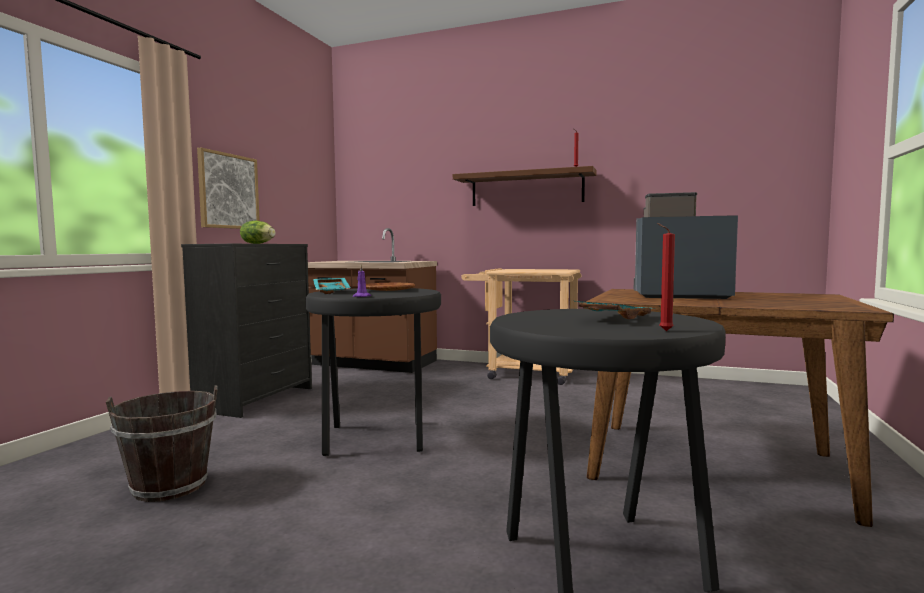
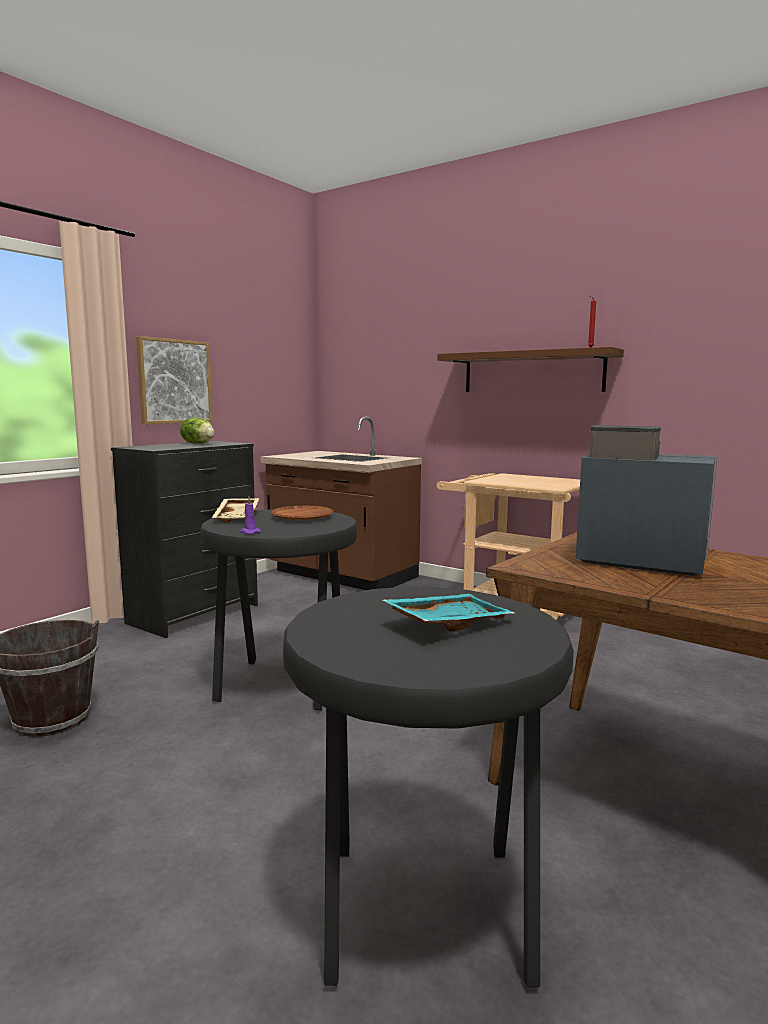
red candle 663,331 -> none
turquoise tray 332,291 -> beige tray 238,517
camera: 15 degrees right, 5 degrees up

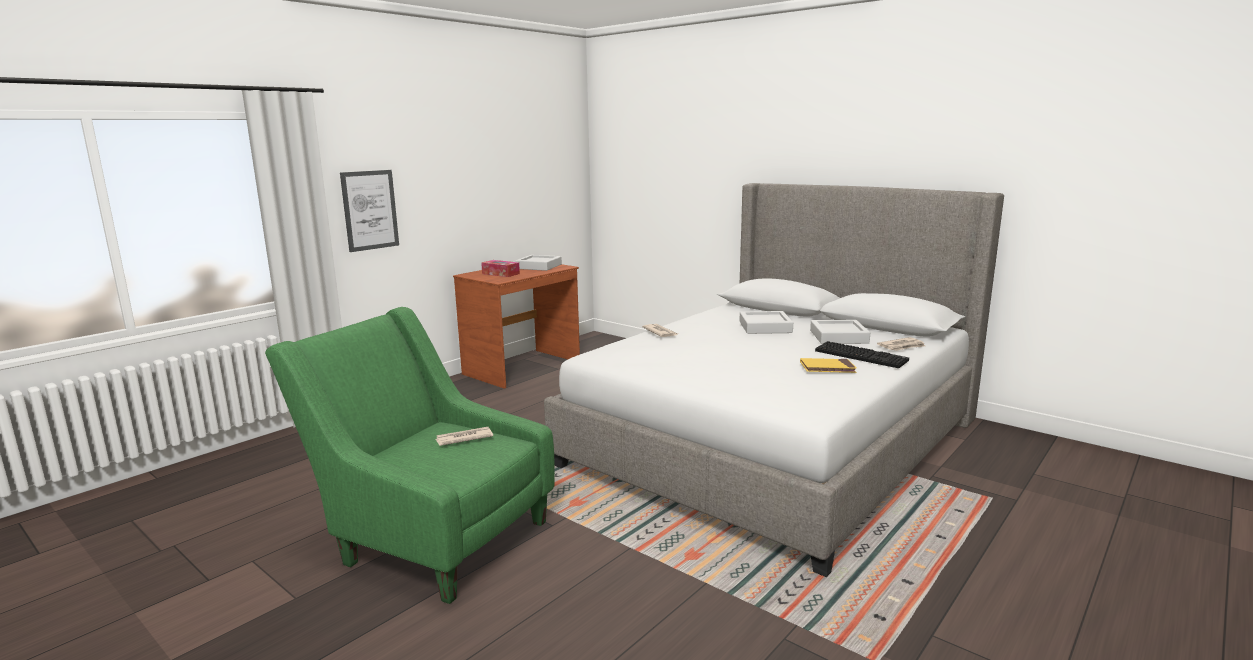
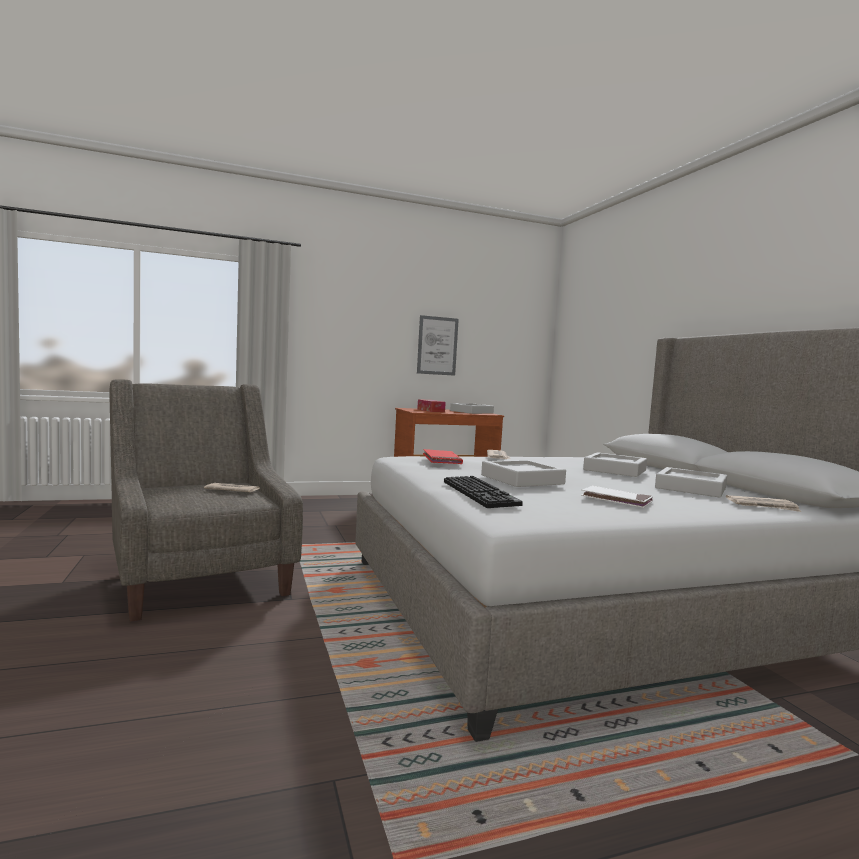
picture 370,210 -> picture 437,345, shifted
green armchair 432,536 -> grey armchair 200,577
keyboard 862,356 -> keyboard 481,494, shifted
yellow book 827,368 -> white book 616,500
none -> red book 442,459
none -> grey tray 522,479
camera: 30 degrees right, 10 degrees down

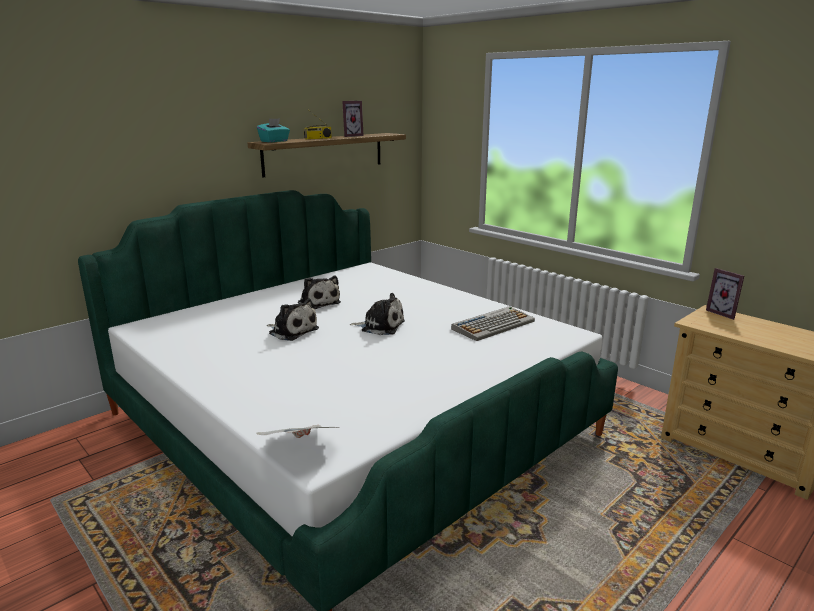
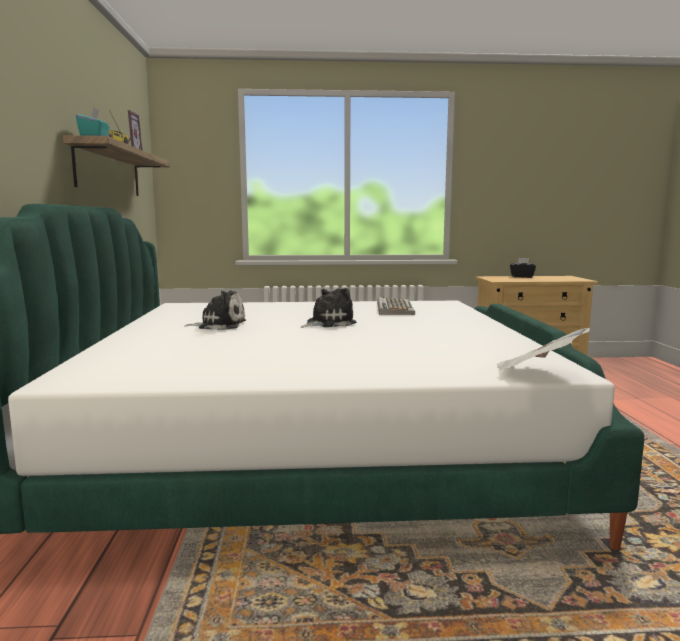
picture frame 724,313 -> none
plush toy 292,331 -> none
none -> black tissue box 522,276
camera: 50 degrees left, 10 degrees down

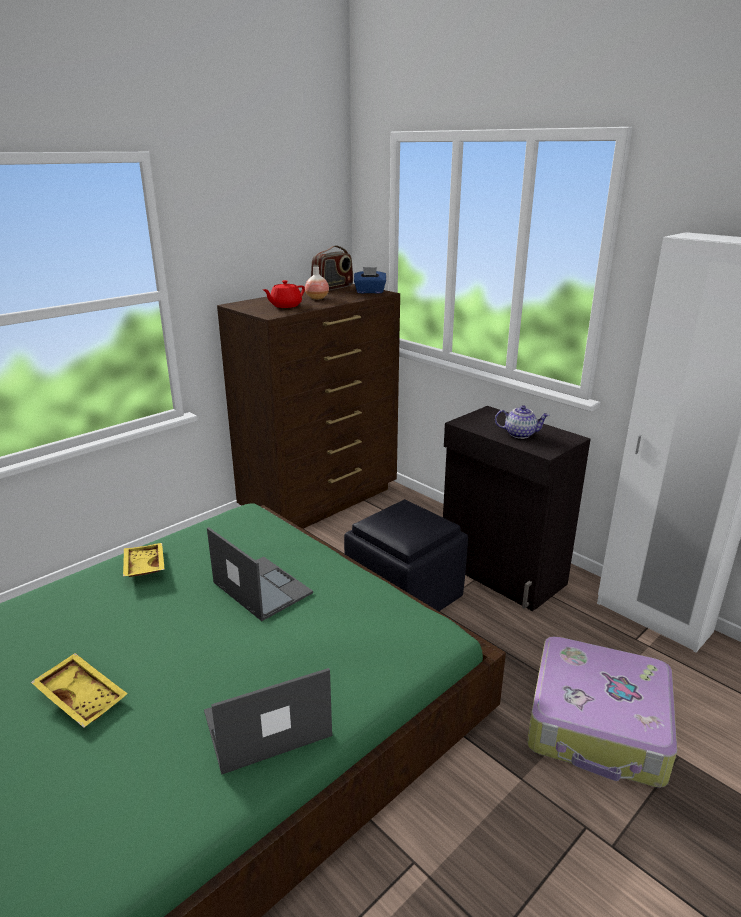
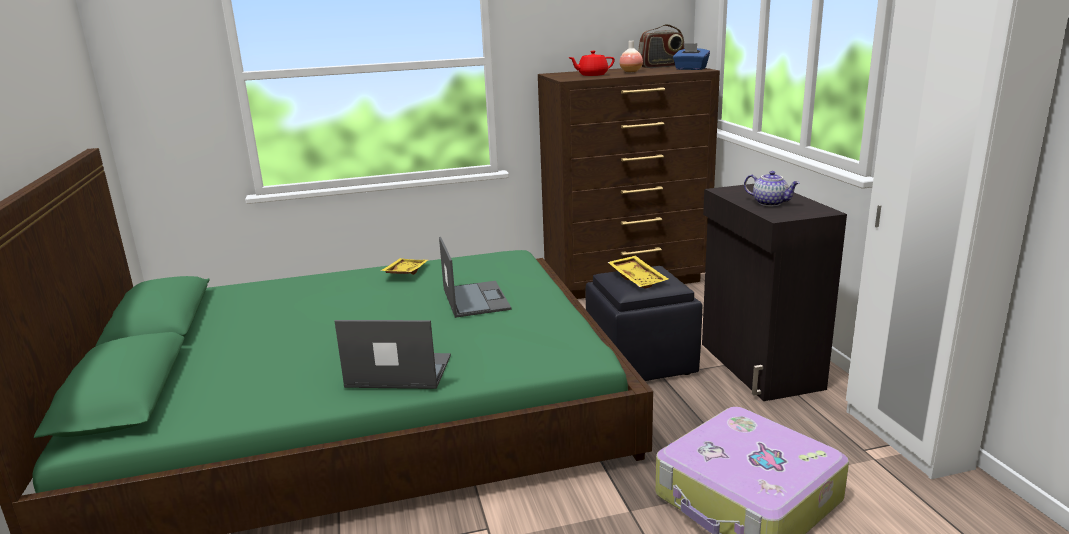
yellow tray 83,696 -> yellow tray 638,278, shifted
camera: 30 degrees right, 5 degrees down

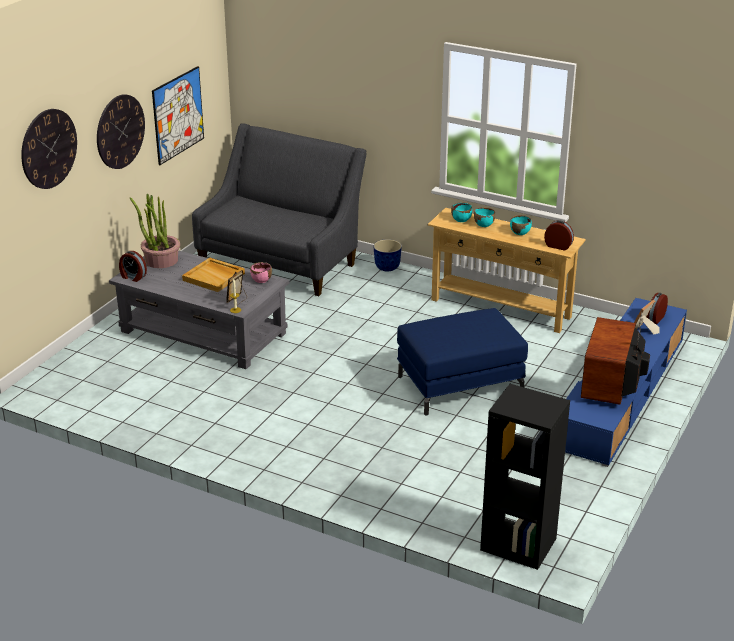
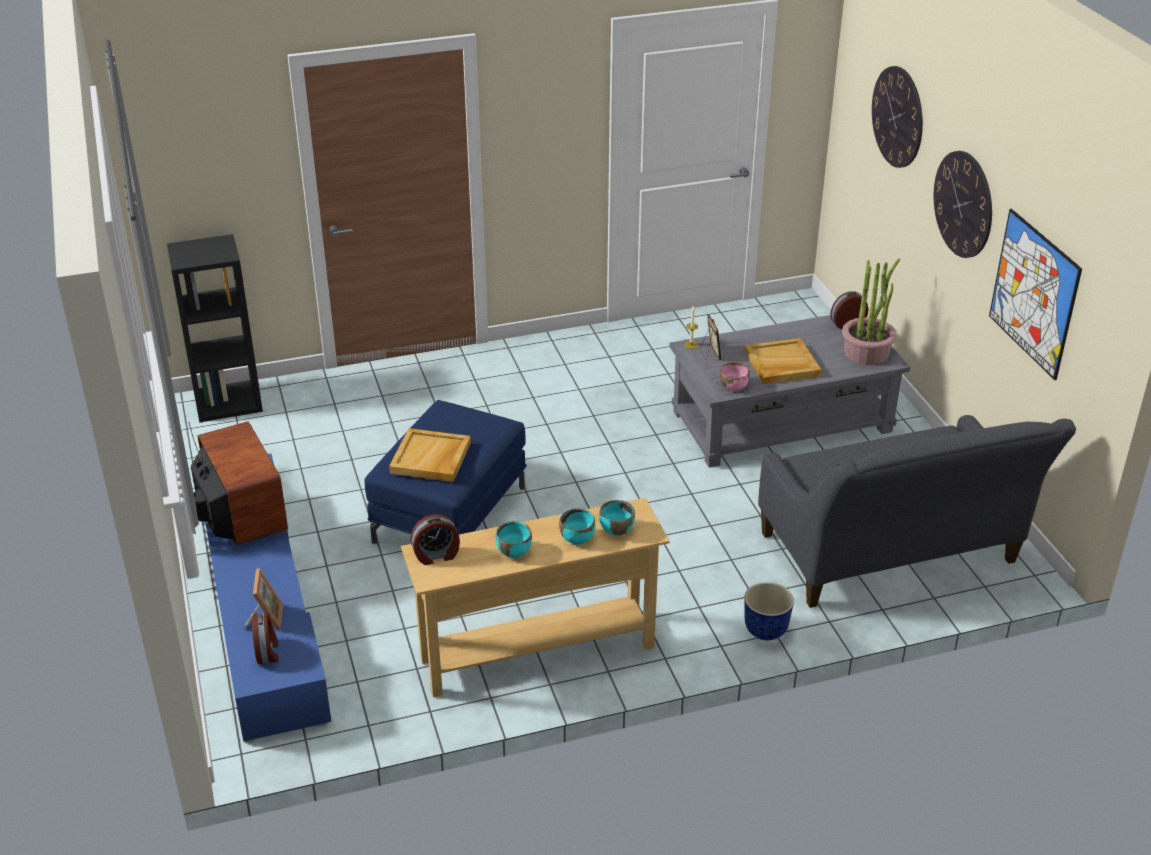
none -> beige tray 431,458
camera: 135 degrees right, 5 degrees up

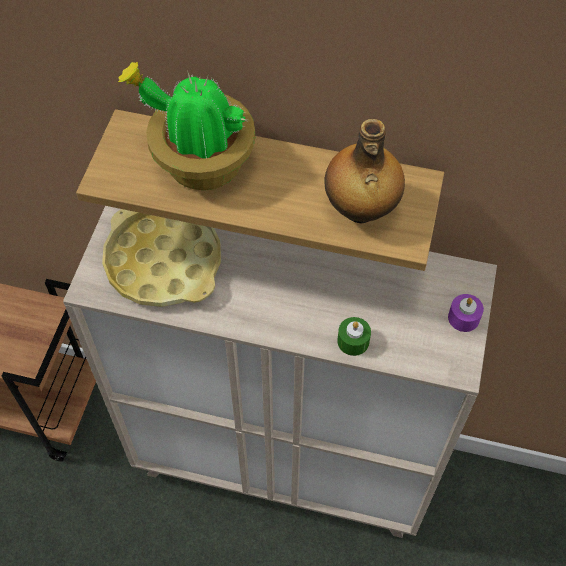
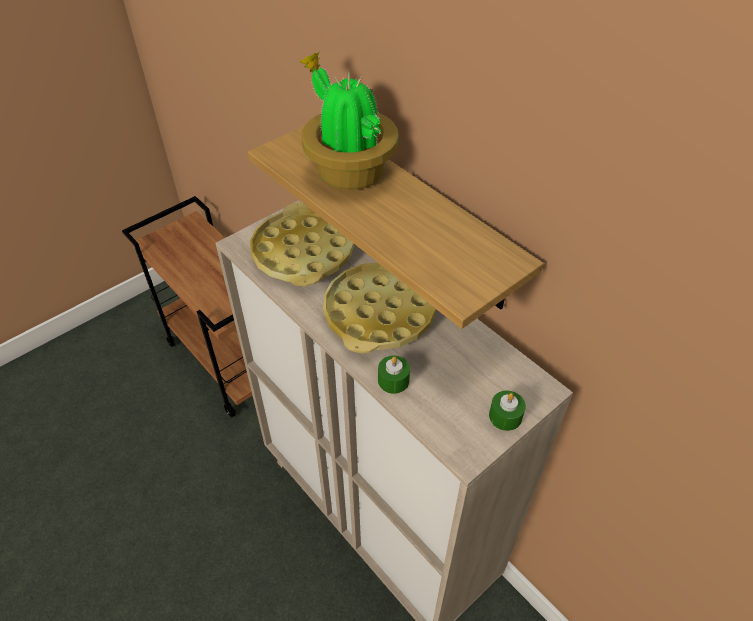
bottle 360,210 -> none
purple candle 463,318 -> green candle 505,416
none -> yellow tray 379,312
camera: 35 degrees right, 10 degrees down

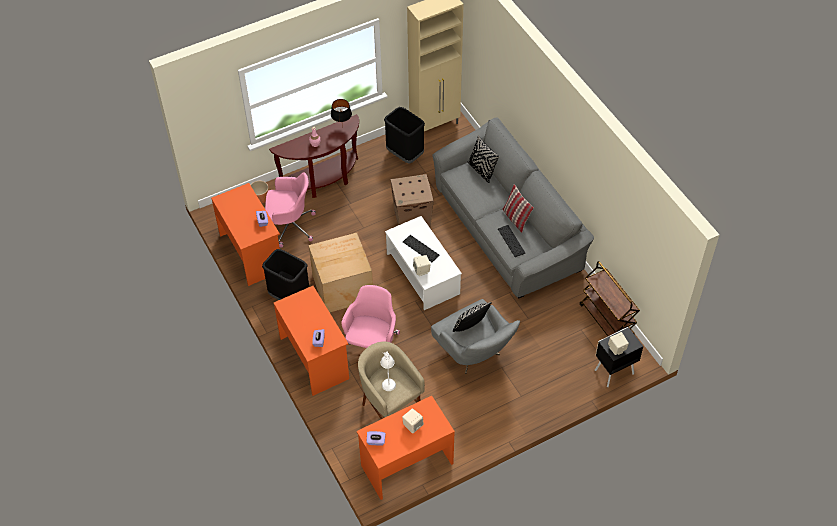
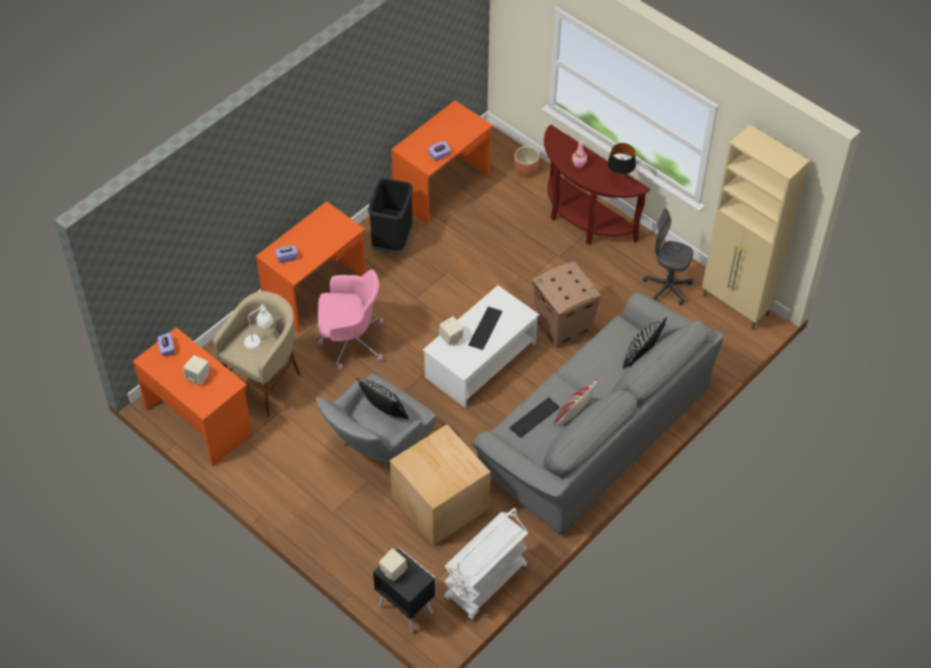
black trash can 404,155 -> grey office chair 667,288
pink office chair 290,226 -> none
cardboard box 341,287 -> cardboard box 440,502, shifted
brown cart 607,321 -> white cart 486,583
camera: 70 degrees right, 0 degrees up

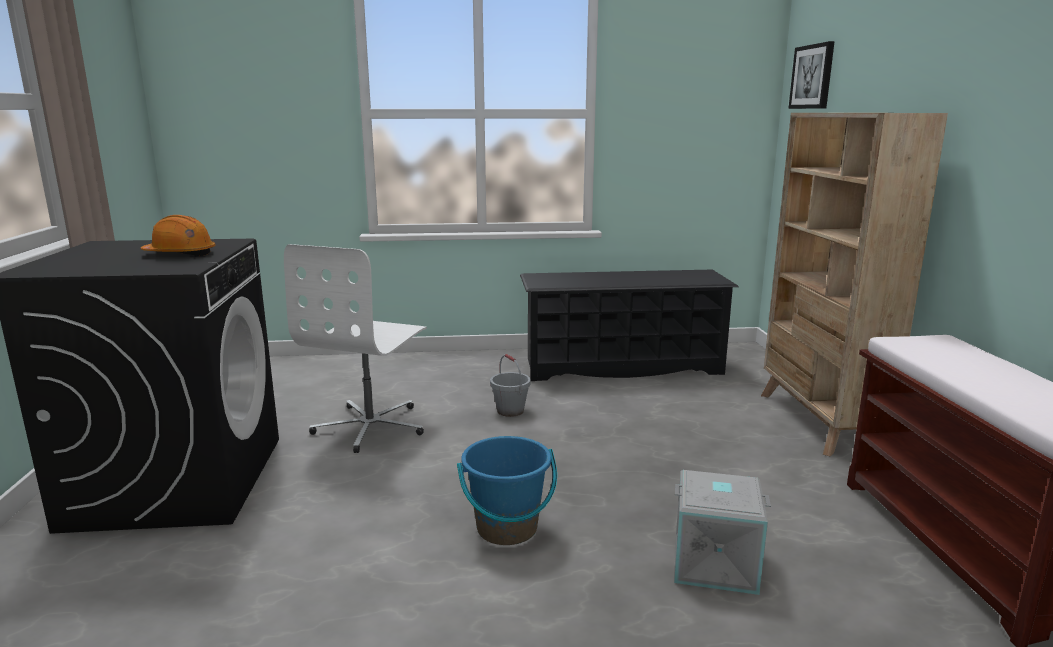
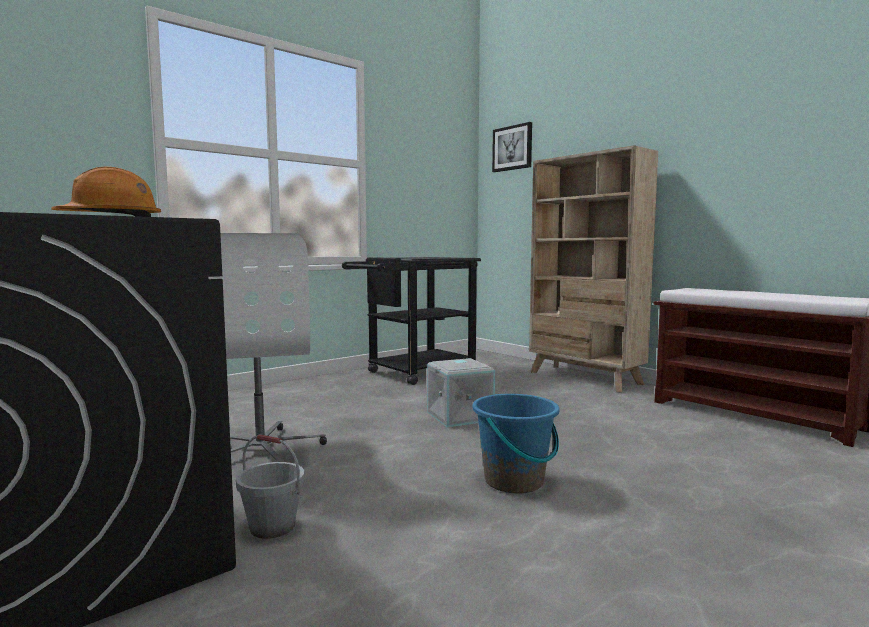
black shoe rack 622,366 -> black cart 414,373
grey bucket 510,411 -> grey bucket 272,527, shifted
grey storage box 715,562 -> grey storage box 460,416, shifted
camera: 35 degrees left, 10 degrees down

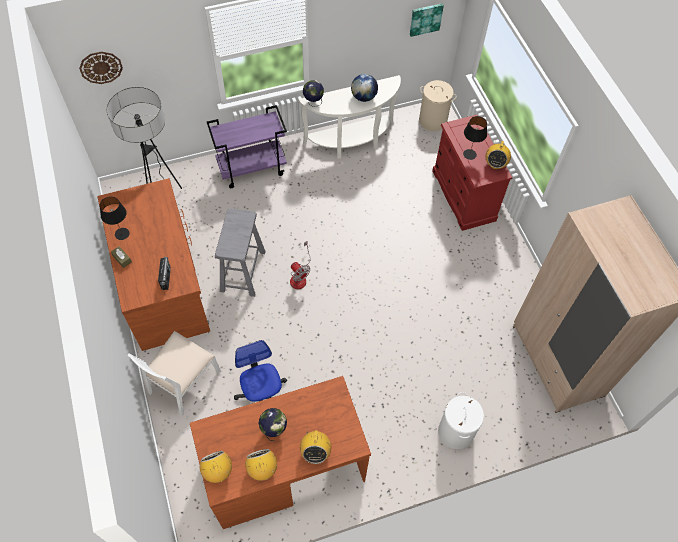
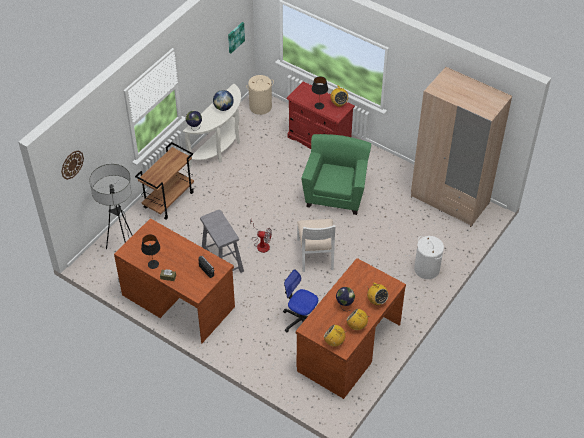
purple cart 252,168 -> brown cart 169,200
white chair 183,381 -> white chair 316,254, shifted
none -> green armchair 336,193
camera: 35 degrees left, 10 degrees down

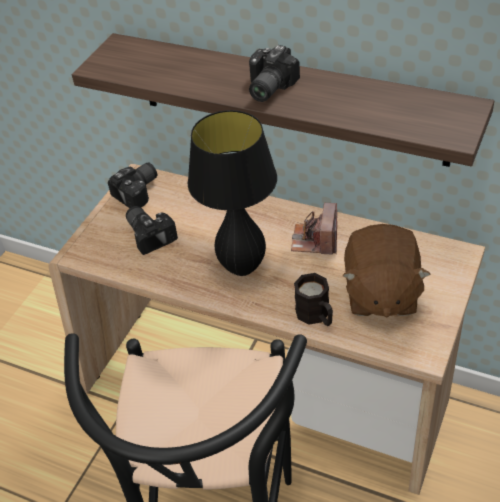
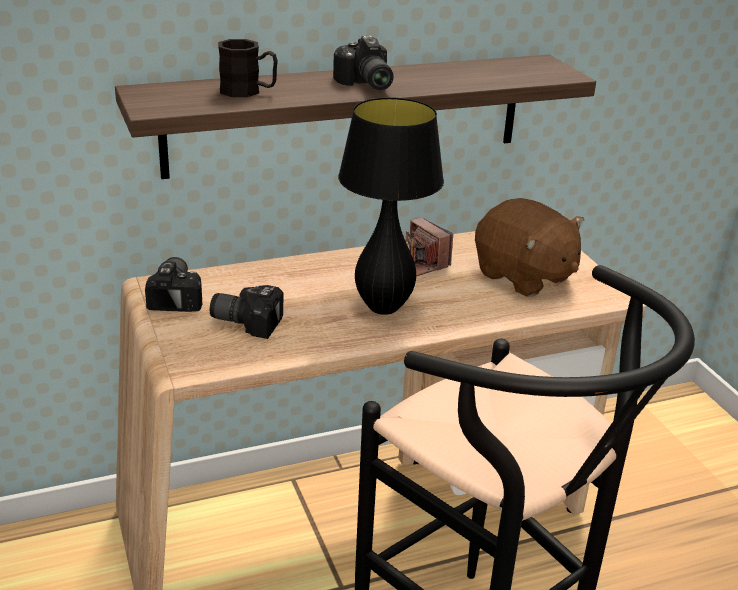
black mug 316,316 -> black mug 248,91, shifted
camera: 50 degrees left, 15 degrees down

